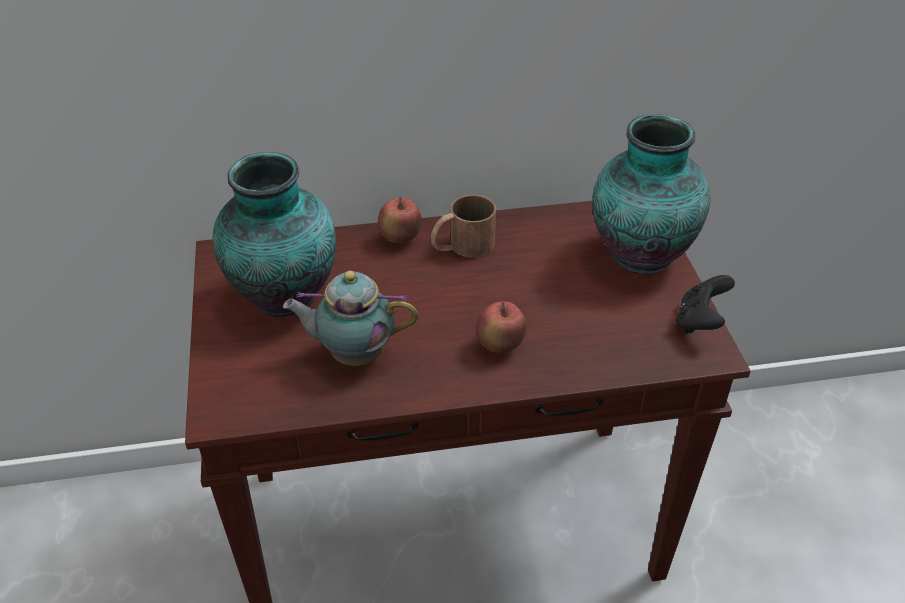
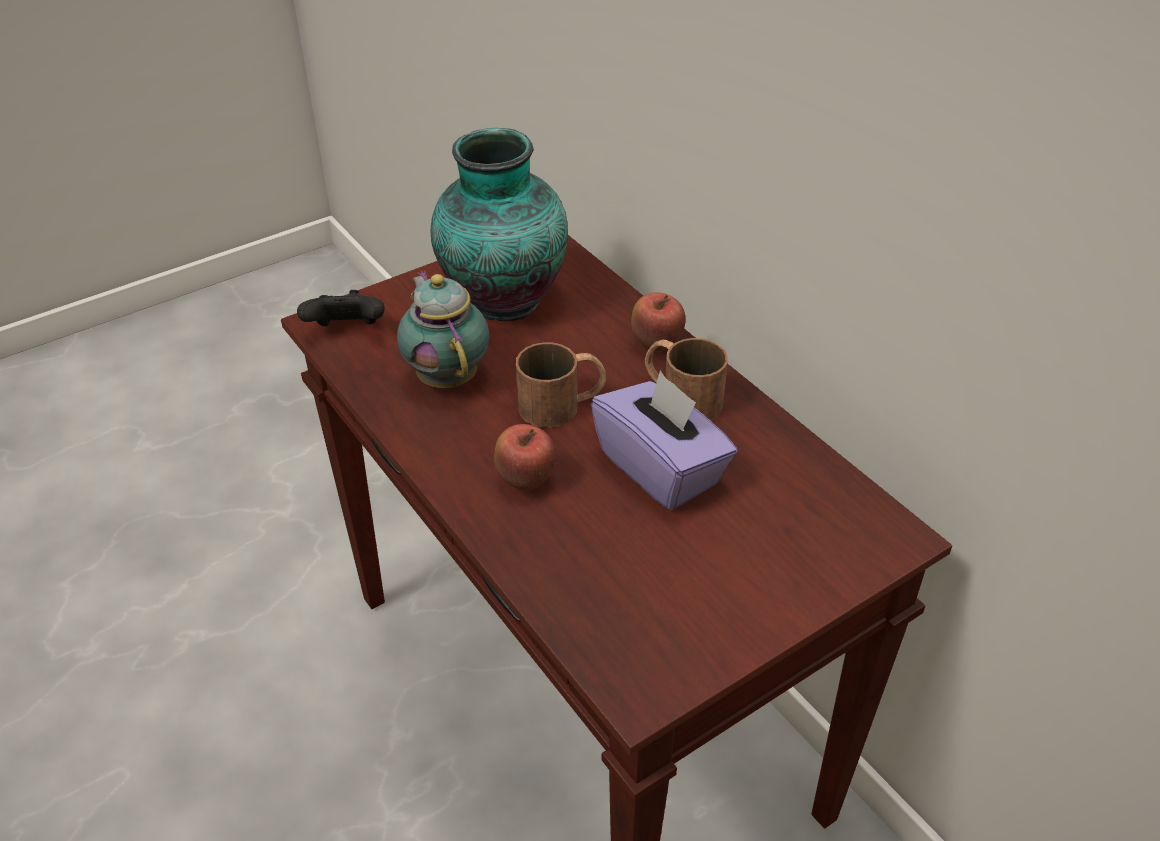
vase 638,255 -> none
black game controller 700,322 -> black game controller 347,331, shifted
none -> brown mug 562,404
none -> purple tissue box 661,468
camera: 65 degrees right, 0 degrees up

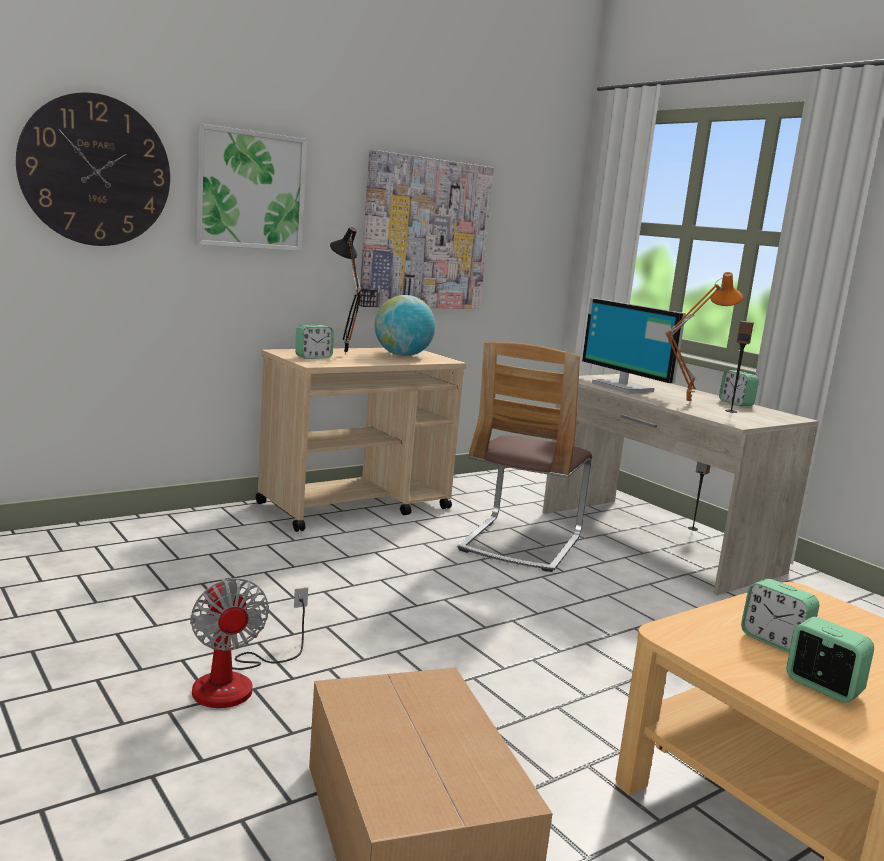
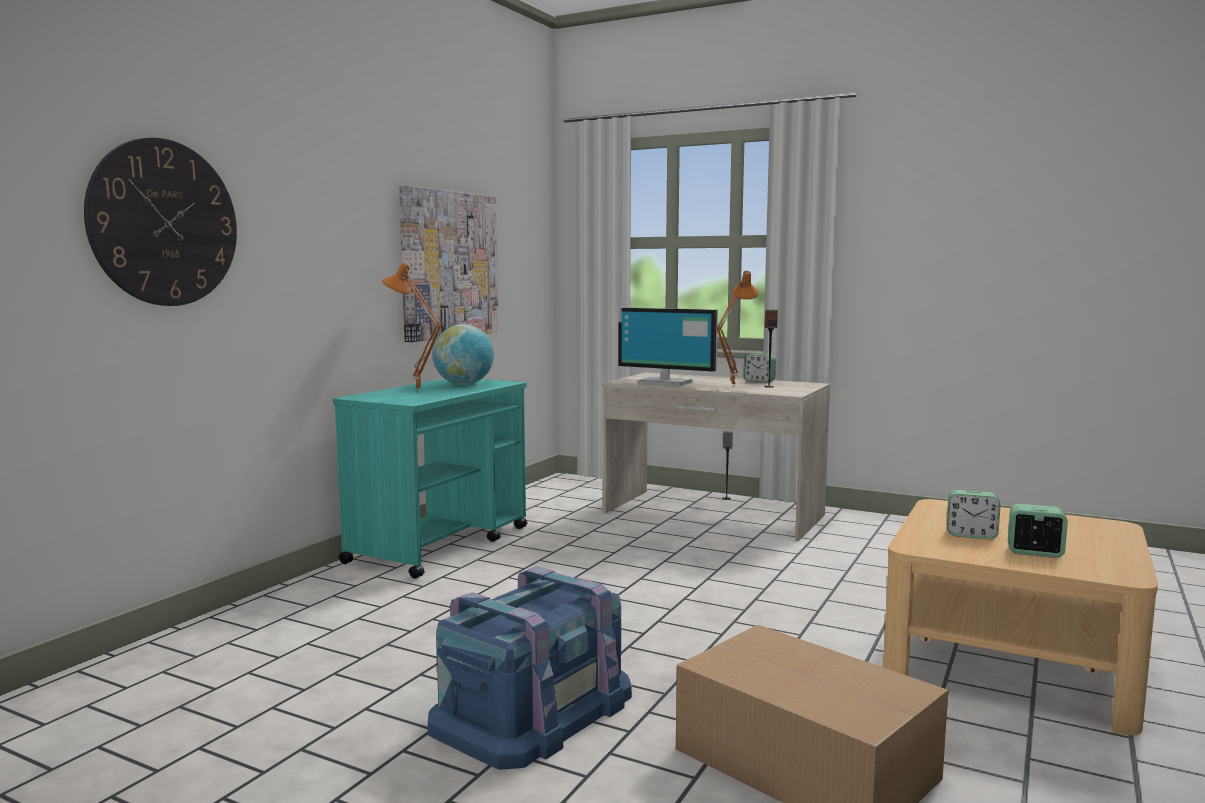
picture 250,190 -> none
black table lamp 343,355 -> orange table lamp 415,391
alarm clock 313,357 -> none
chair 521,543 -> none
beige cart 356,506 -> turquoise cart 440,544
fan 237,681 -> blue storage box 532,709
camera: 25 degrees left, 5 degrees down

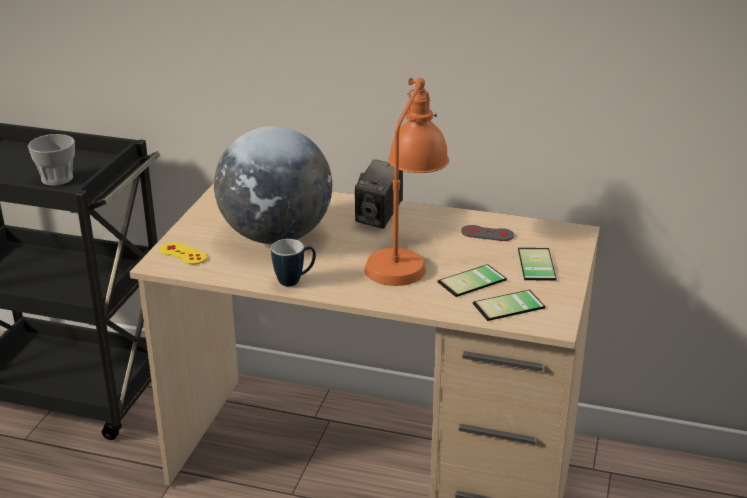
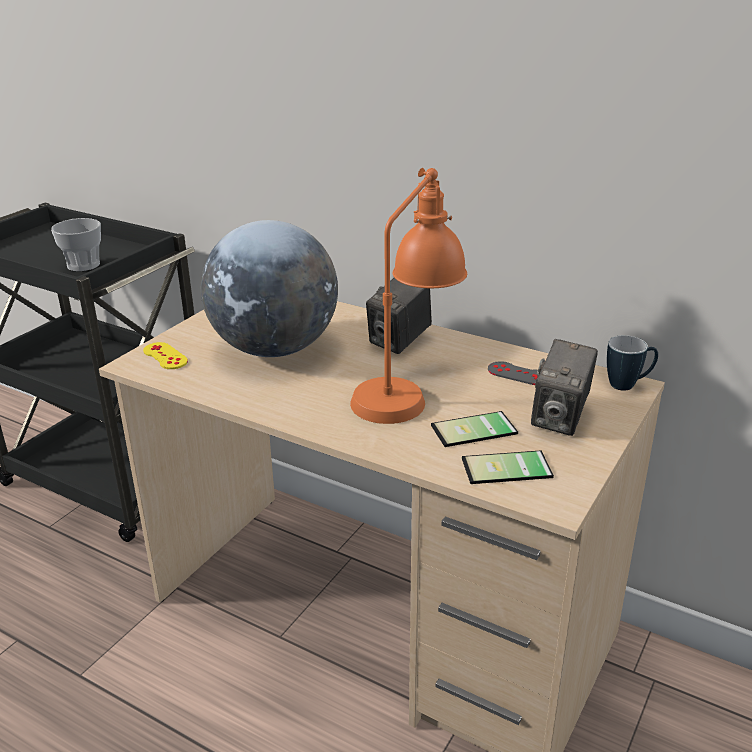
mug 295,280 -> mug 628,385, shifted
phone 533,264 -> photo camera 560,418
camera: 15 degrees right, 0 degrees up

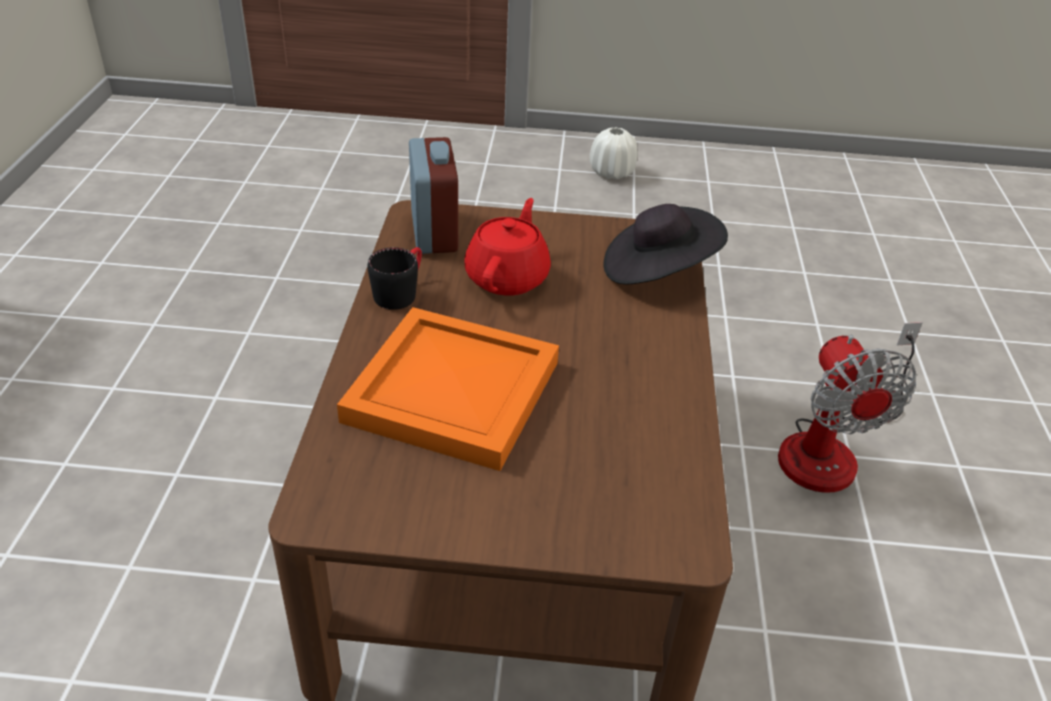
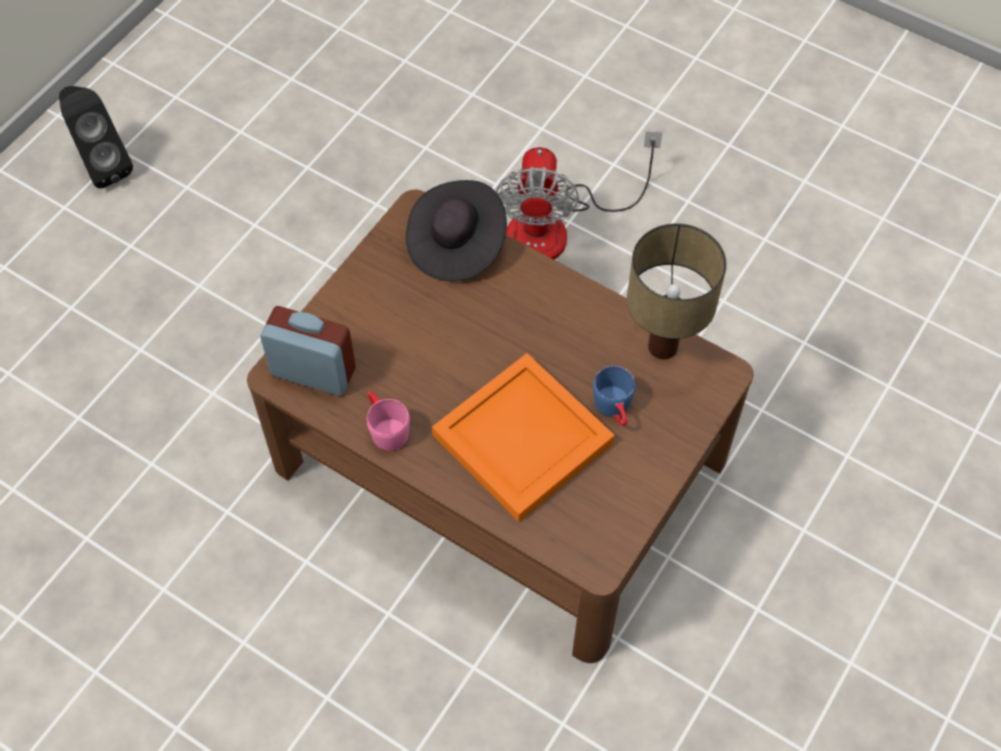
white vase 612,172 -> black speaker 103,166
red teapot 508,277 -> none
black mug 400,291 -> pink mug 385,428
fan 831,448 -> fan 556,227, 75 degrees clockwise
none -> table lamp 662,345
none -> blue mug 615,409
camera: 60 degrees left, 20 degrees up

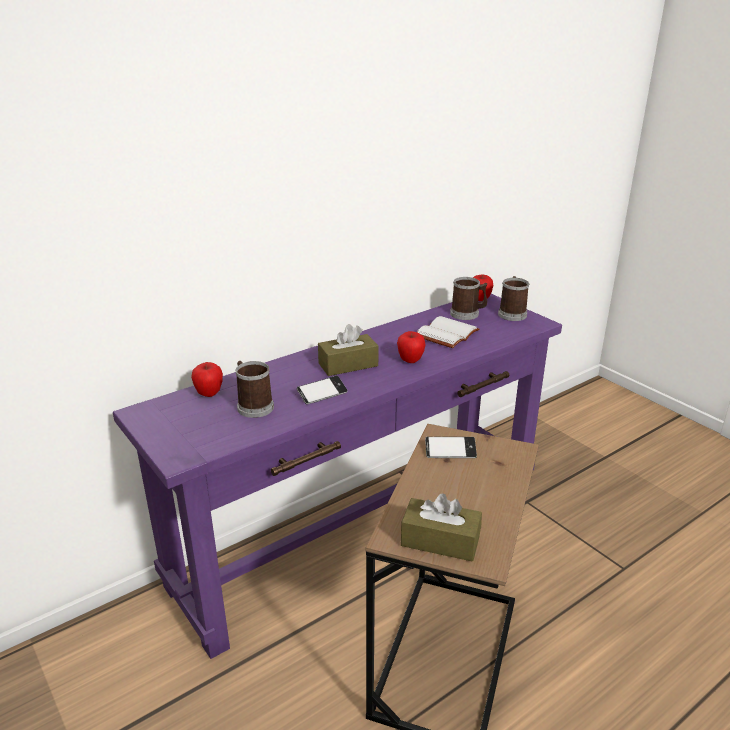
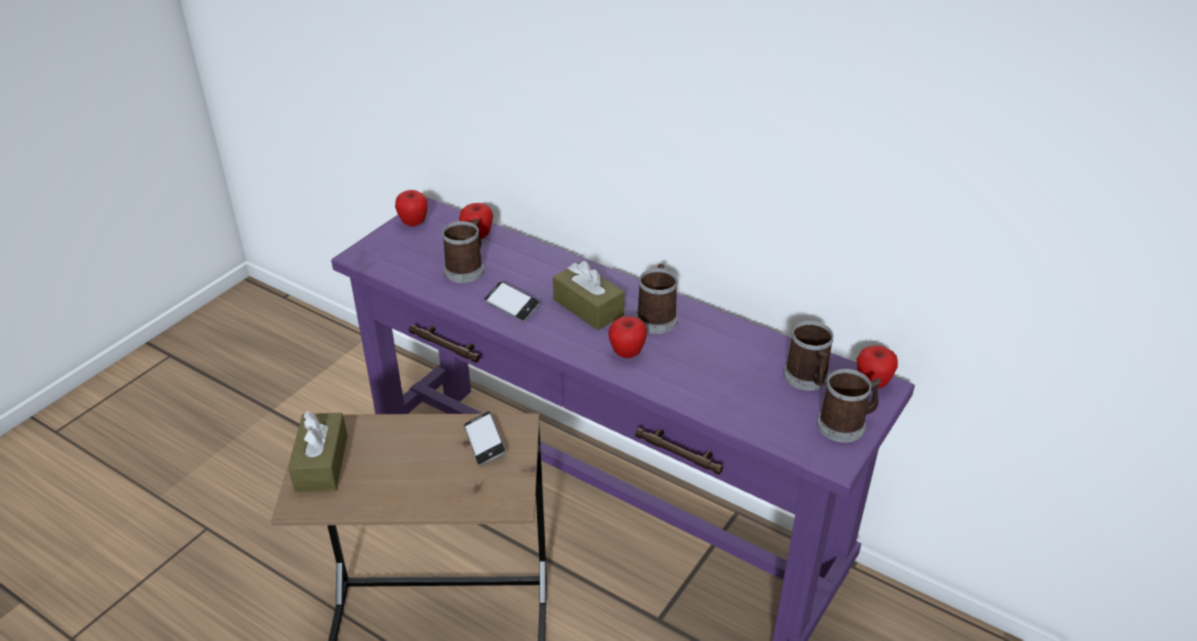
white book 445,333 -> none
none -> apple 414,223
none -> mug 657,317
camera: 70 degrees right, 10 degrees up

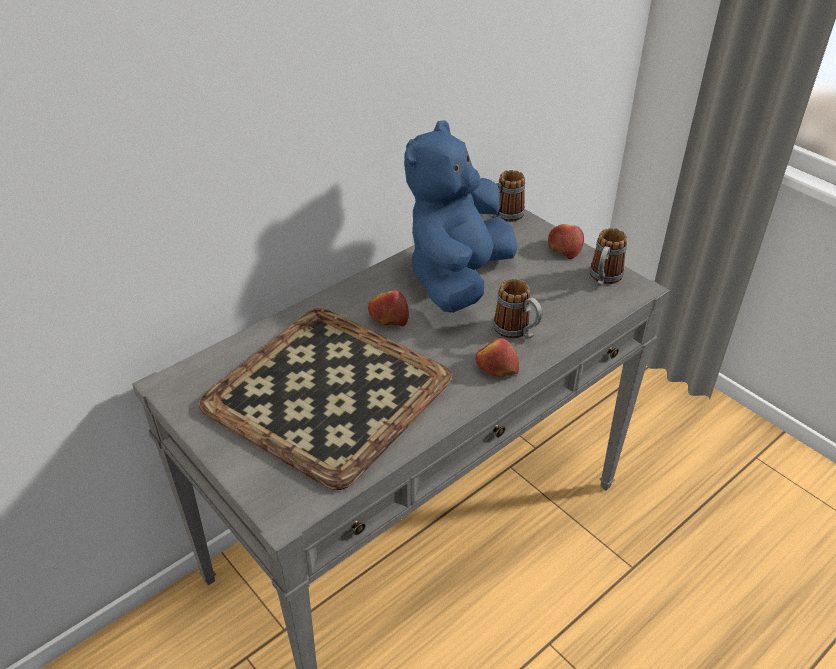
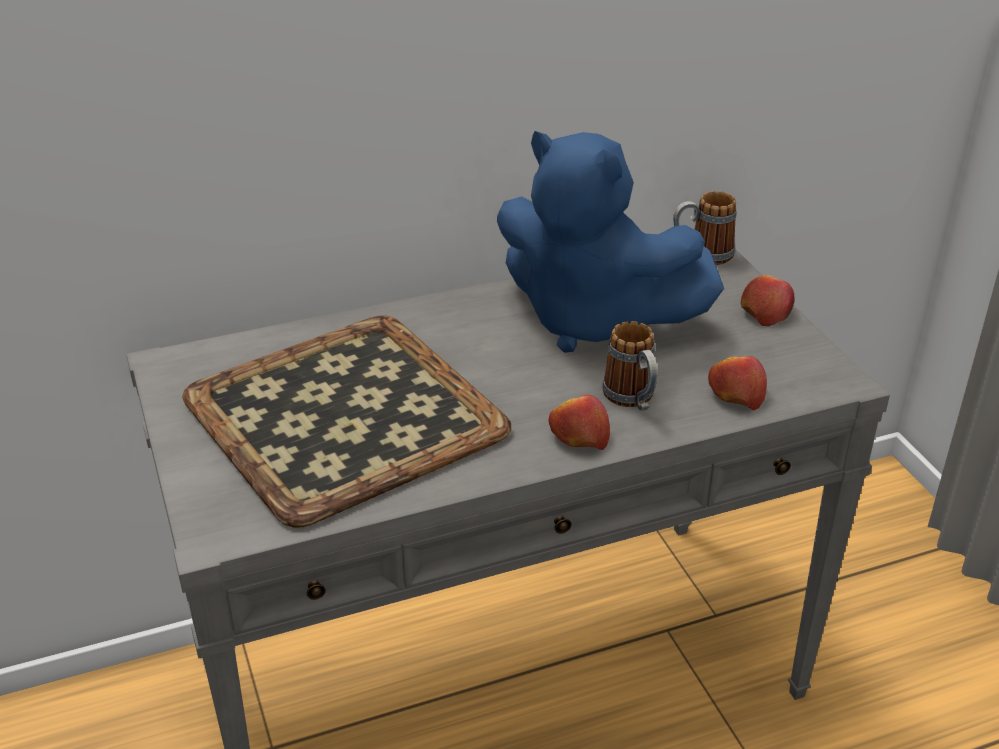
blue plush toy 458,278 -> blue plush toy 592,319, 105 degrees counterclockwise
mug 603,279 -> none
apple 388,317 -> apple 735,393, shifted
camera: 20 degrees right, 5 degrees down

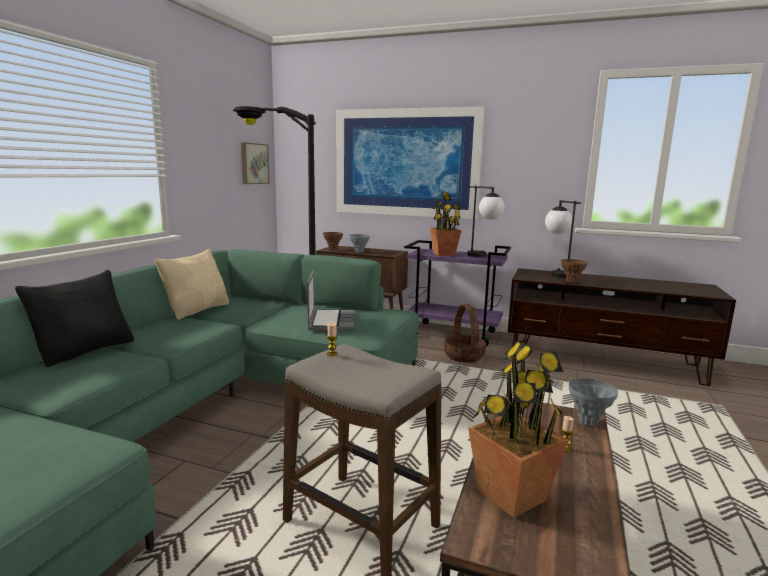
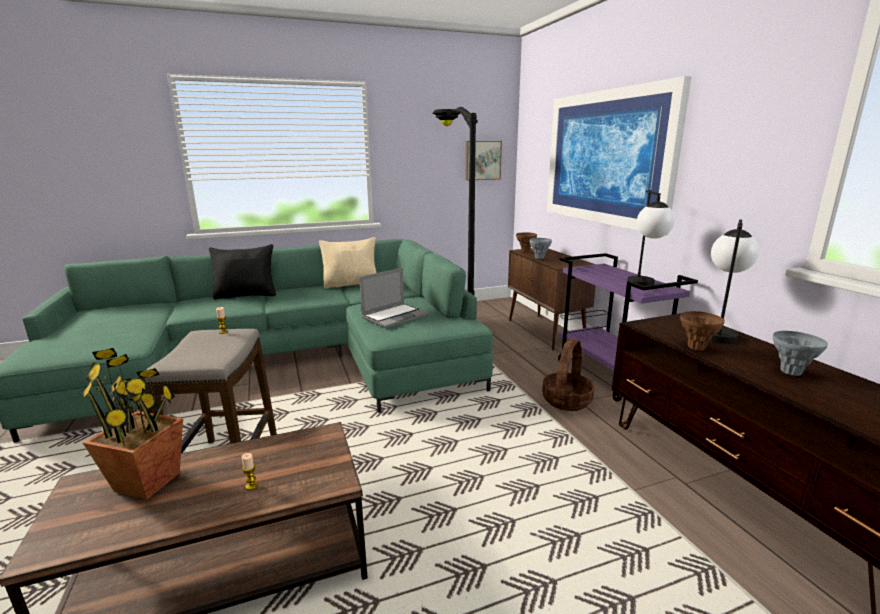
potted plant 444,254 -> none
grey vase 588,422 -> grey vase 791,372, shifted
camera: 50 degrees right, 5 degrees up

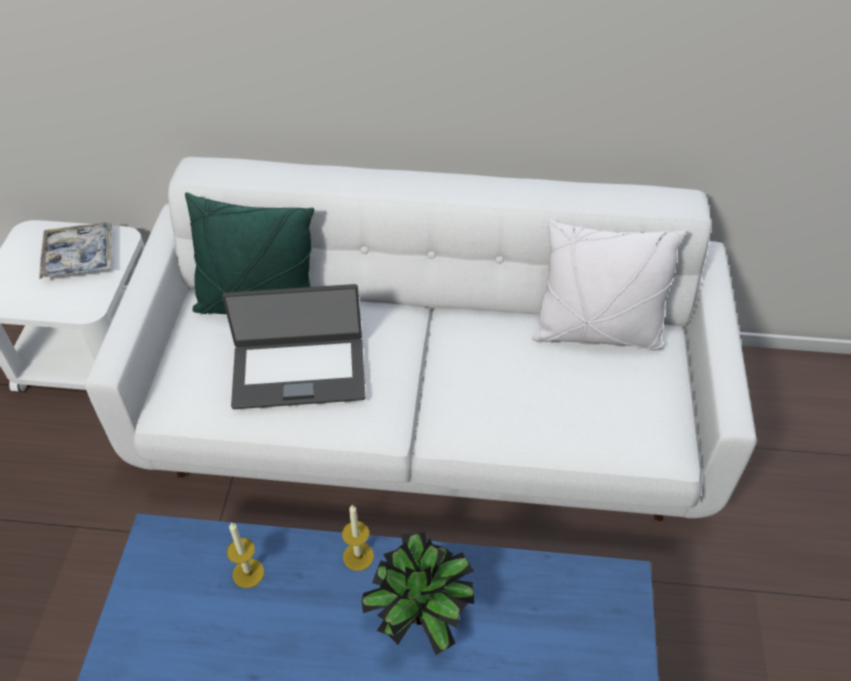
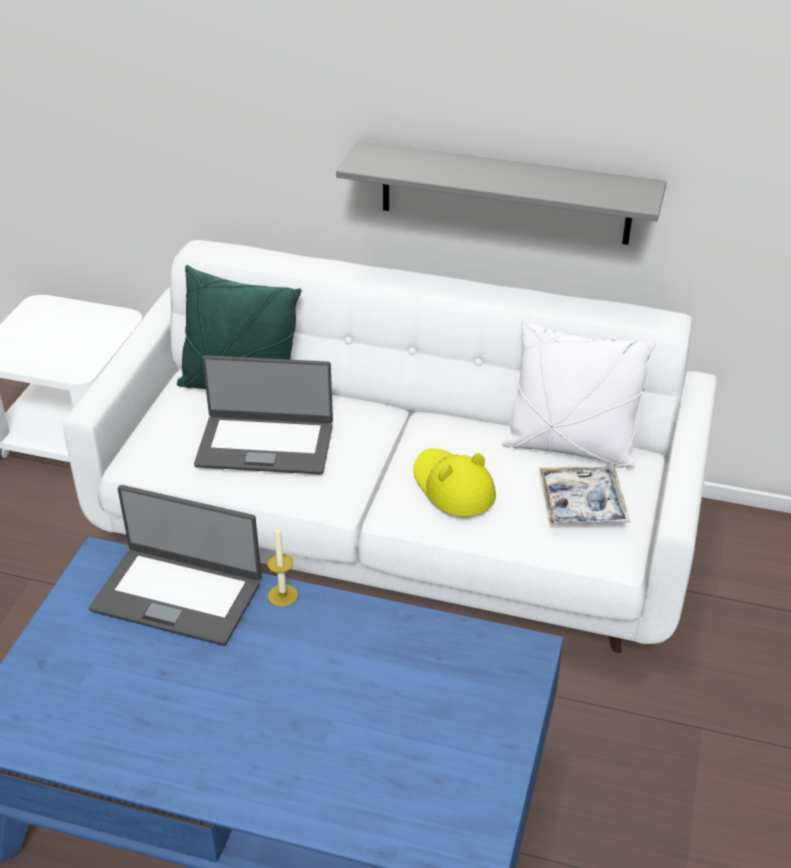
tray 79,257 -> tray 582,504, shifted
candle 248,573 -> laptop 178,594
potted plant 422,618 -> none
none -> grey shelf 505,193
none -> yellow hat 452,487
camera: 10 degrees right, 10 degrees down

